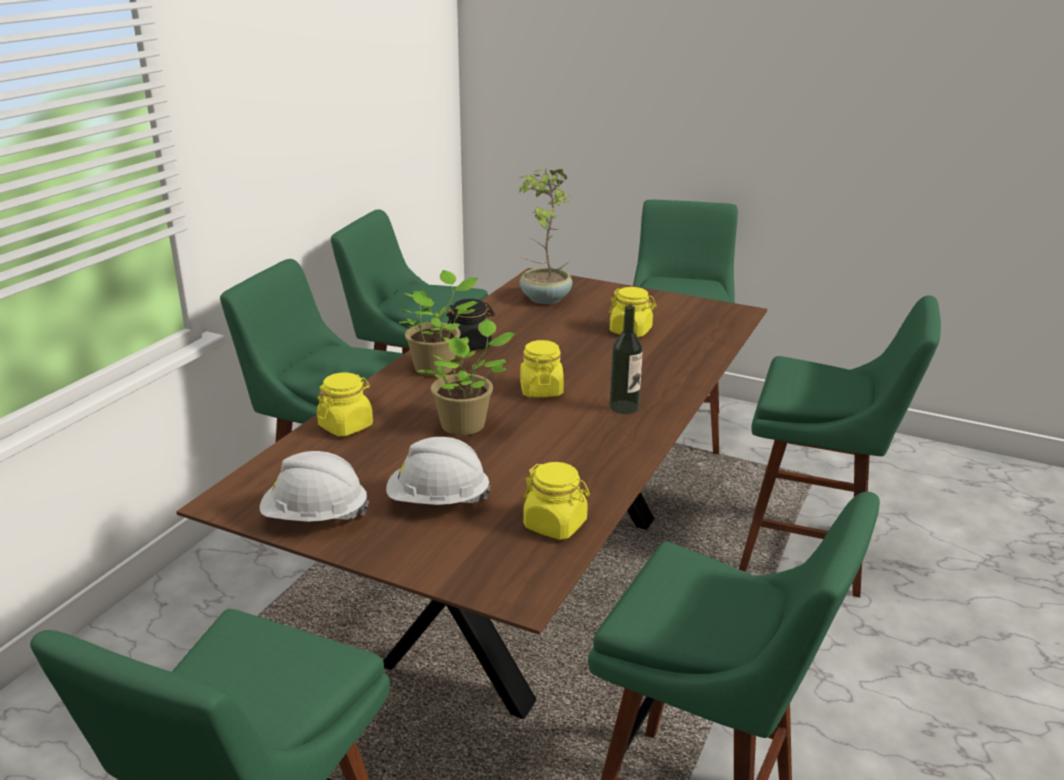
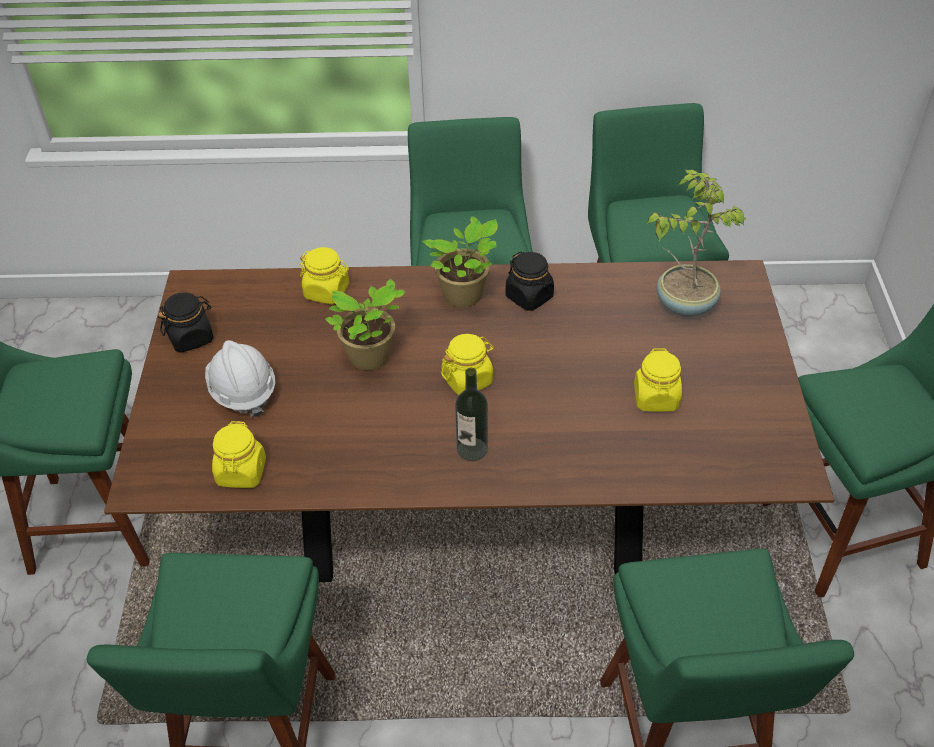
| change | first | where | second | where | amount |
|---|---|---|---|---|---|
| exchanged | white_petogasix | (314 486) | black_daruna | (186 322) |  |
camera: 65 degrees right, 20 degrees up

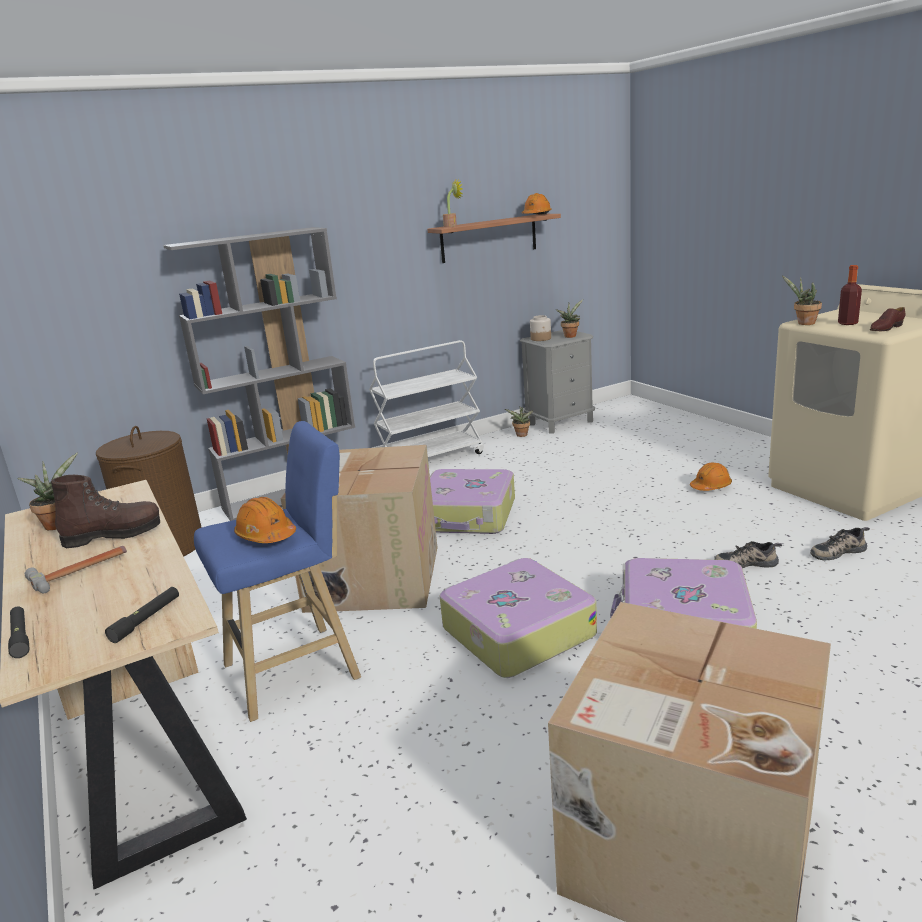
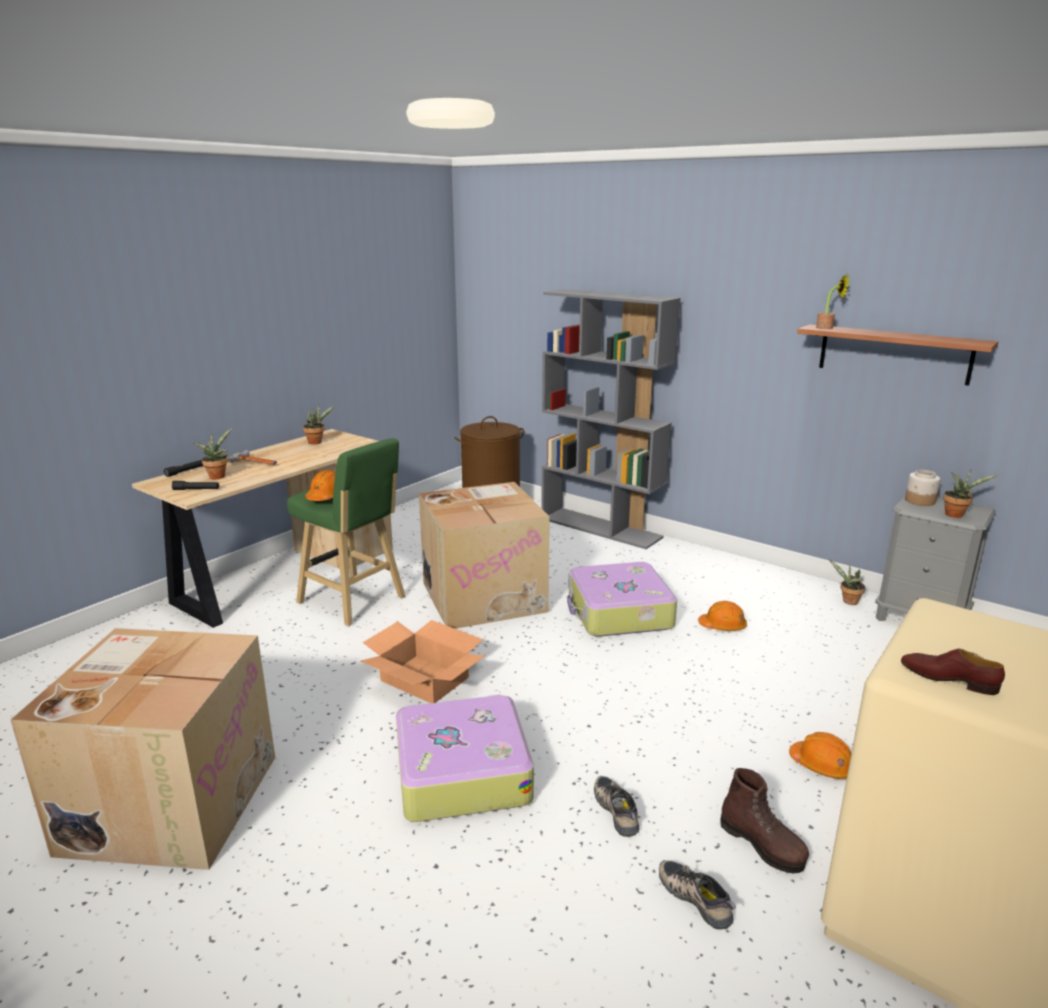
| change | first | where | second | where | amount |
|---|---|---|---|---|---|
| missing | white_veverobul | (426 398) |  |  |  |
| missing | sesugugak | (850 295) |  |  |  |
| relocated | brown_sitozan | (105 511) |  | (764 820) |  |
| relocated | orange_petogasix | (537 203) |  | (722 616) |  |
| relocated | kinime | (802 300) |  | (213 453) |  |
| exchanged | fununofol | (518 618) | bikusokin | (422 661) |  |
| colour | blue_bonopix | (277 571) | green_bonopix | (346 532) |  |
camera: 65 degrees right, 0 degrees up

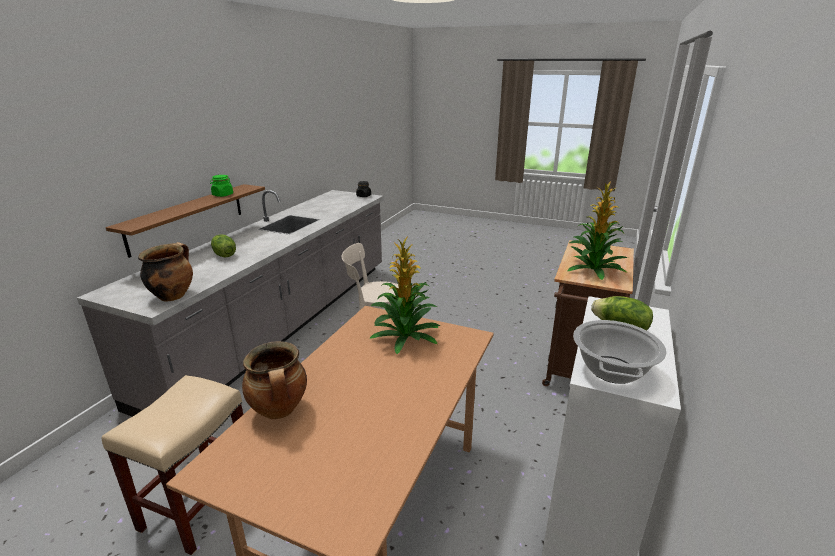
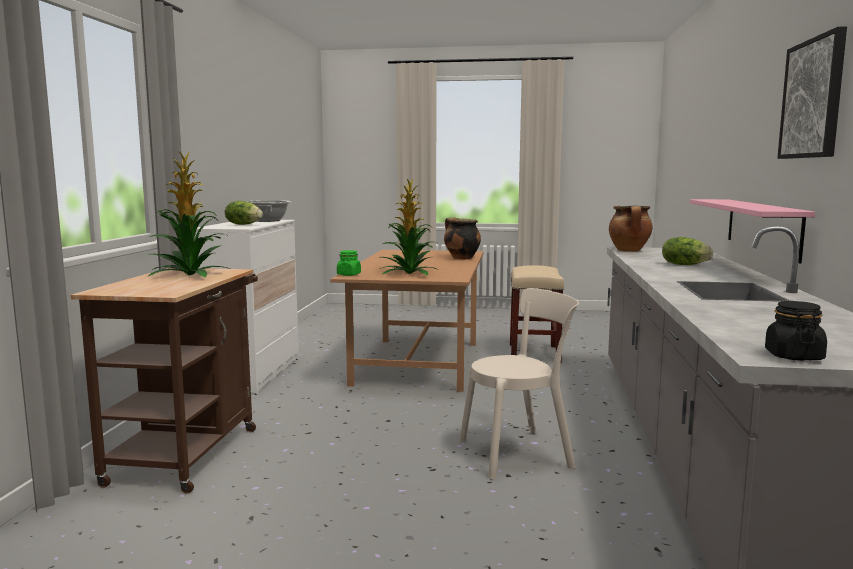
| change | first | where | second | where | amount |
|---|---|---|---|---|---|
| appeared |  |  | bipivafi | (812 92) |  |
| relocated | green_daruna | (221 186) |  | (349 263) |  |
| colour | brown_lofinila | (185 221) | pink_lofinila | (752 231) |  |
camera: 165 degrees right, 15 degrees down

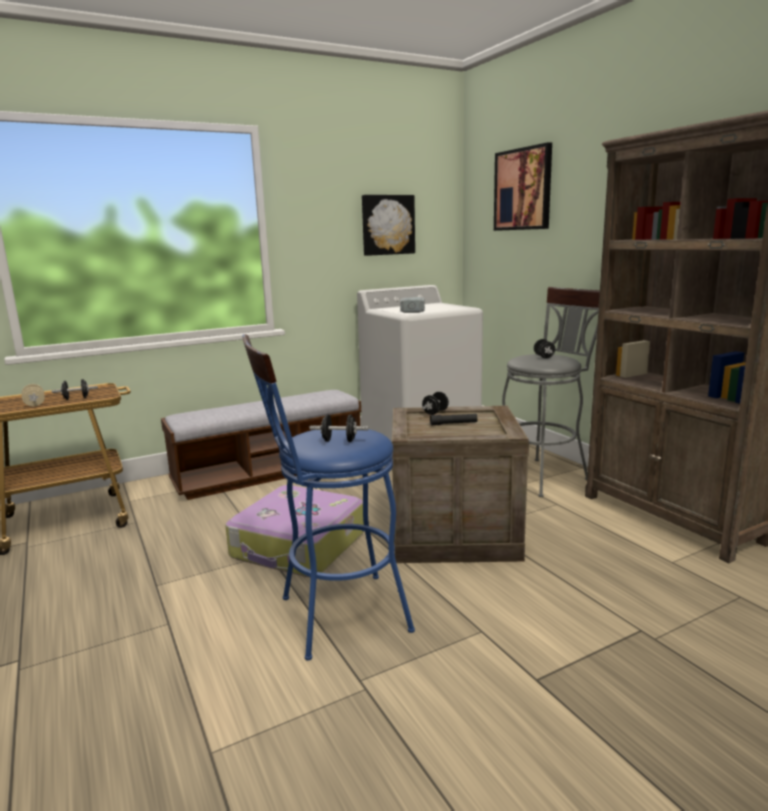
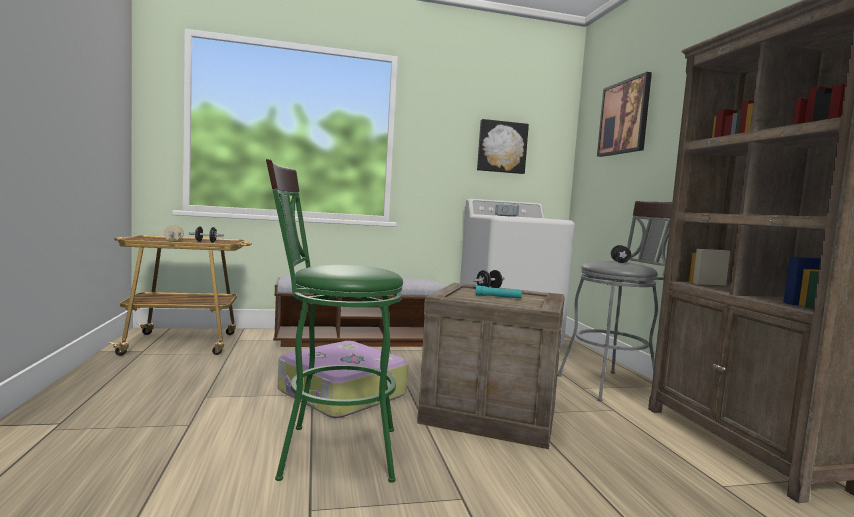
| change | first | where | second | where | amount |
|---|---|---|---|---|---|
| missing | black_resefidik | (339 428) |  |  |  |
| colour | blue_bonopix | (329 497) | green_bonopix | (334 321) |  |
| colour | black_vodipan | (454 420) | turquoise_vodipan | (498 292) |  |
camera: 15 degrees right, 10 degrees down

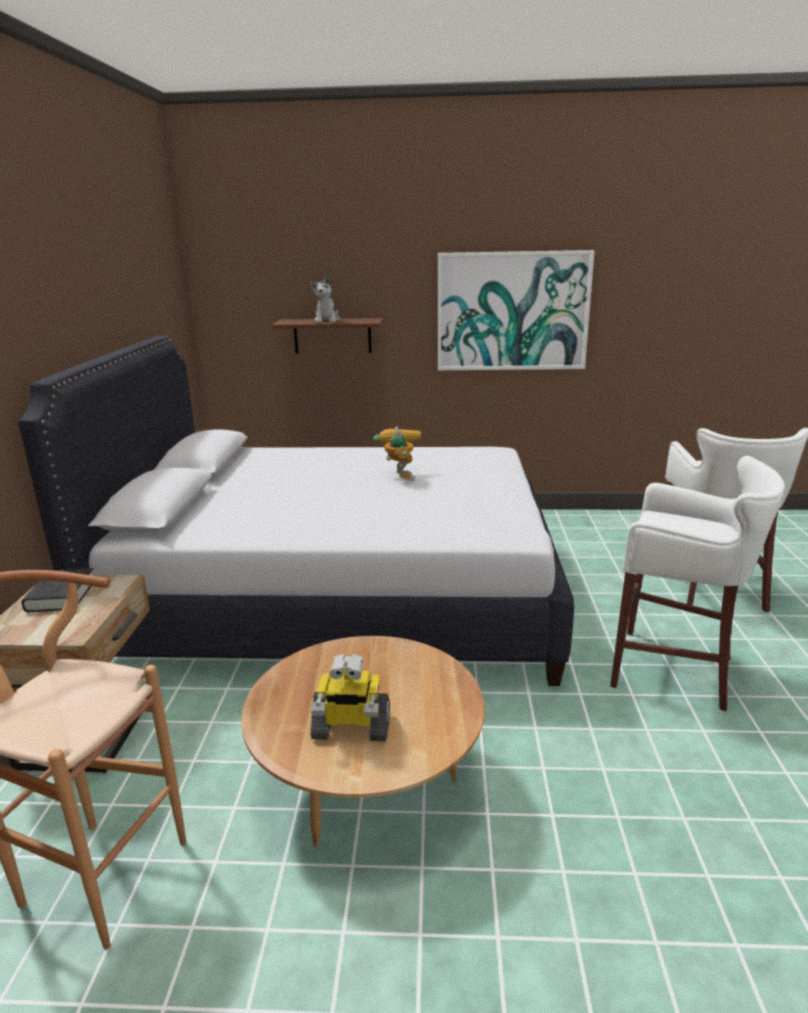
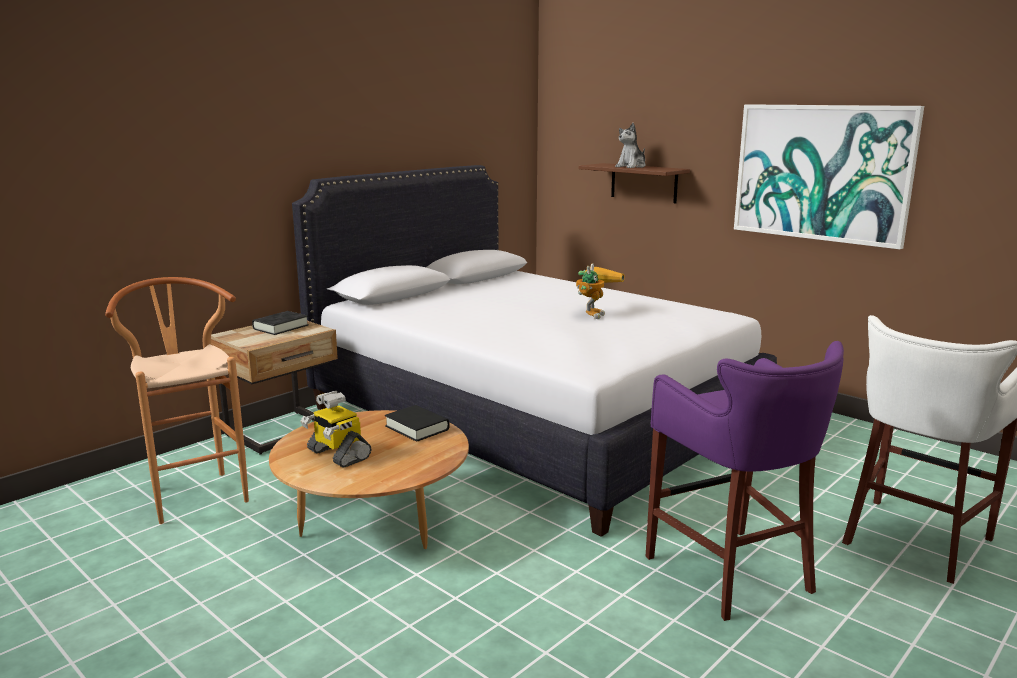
| change | first | where | second | where | amount |
|---|---|---|---|---|---|
| appeared |  |  | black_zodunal | (417 423) |  |
| colour | white_bonopix | (697 583) | purple_bonopix | (745 481) |  |
camera: 40 degrees right, 5 degrees down

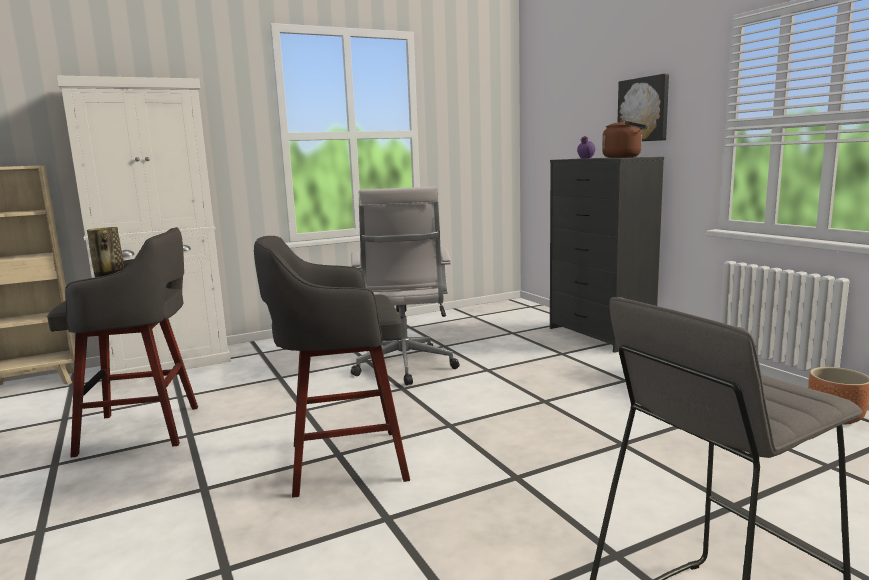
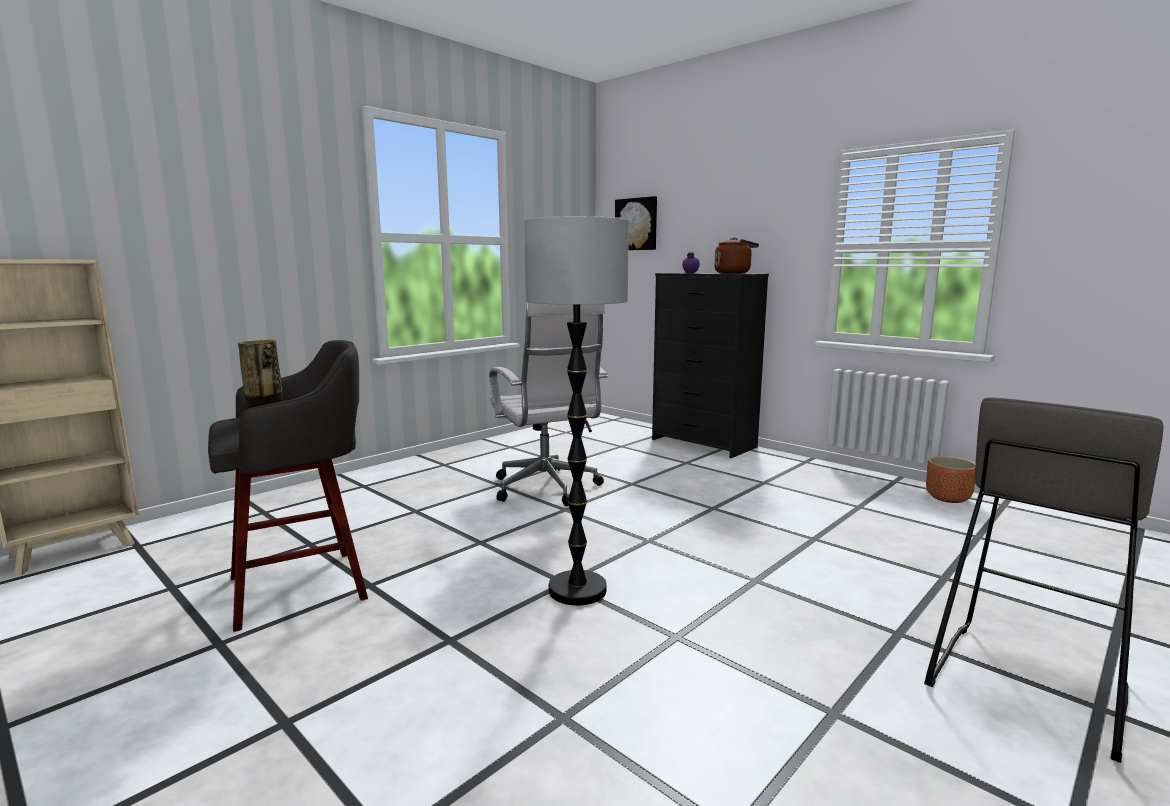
| change | first | where | second | where | amount |
|---|---|---|---|---|---|
| missing | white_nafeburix | (144 229) |  |  |  |
| relocated | bipivafi | (643 107) |  | (636 223) |  |
| exchanged | grey_bonopix | (332 367) | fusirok | (576 410) |  |
camera: 20 degrees left, 0 degrees up

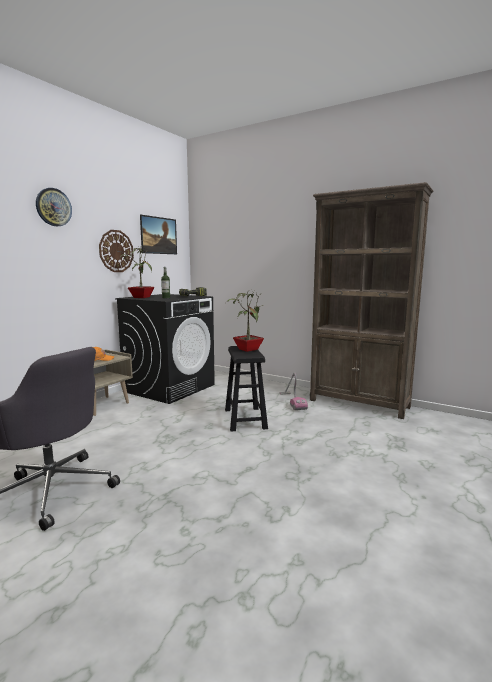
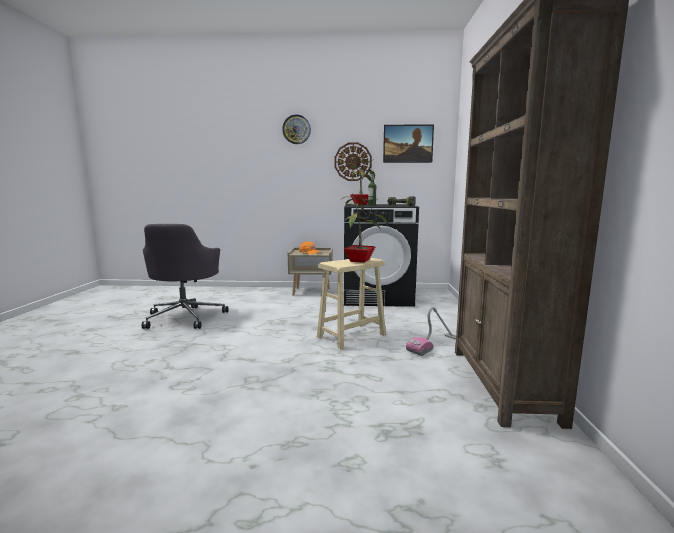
| change | first | where | second | where | amount |
|---|---|---|---|---|---|
| colour | black_bonopix | (246 389) | beige_bonopix | (351 303) |  |
camera: 60 degrees right, 0 degrees up

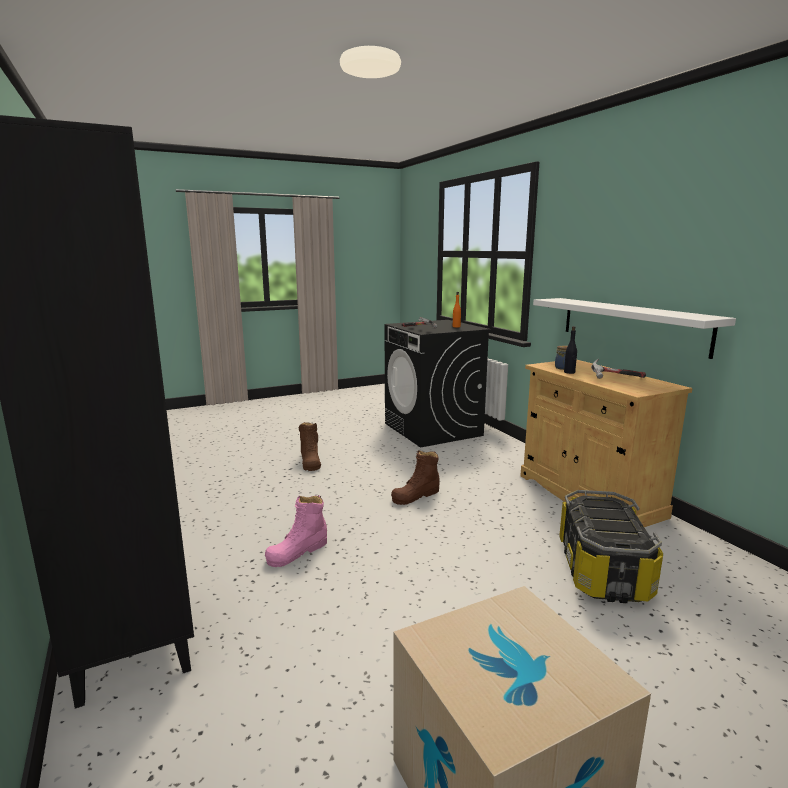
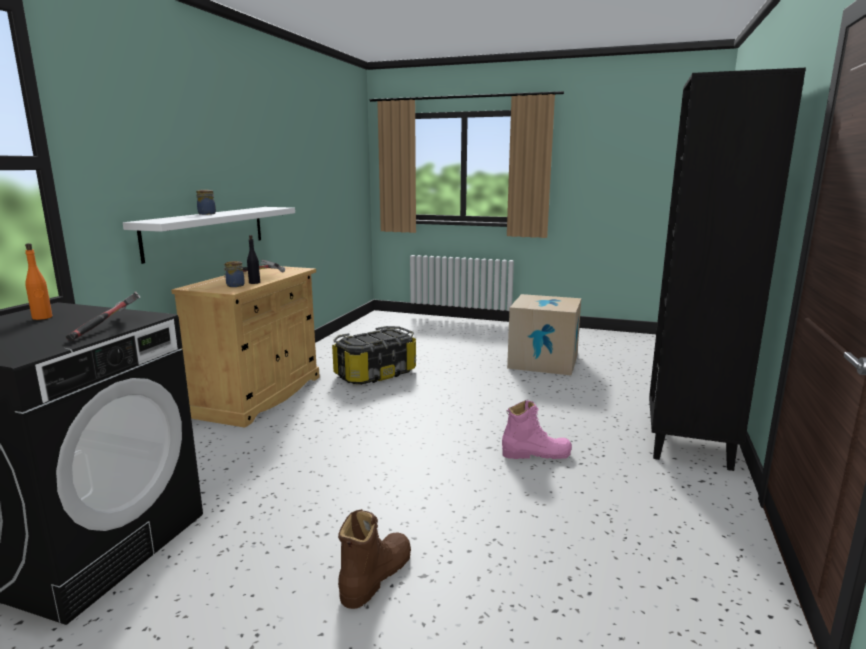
| change | first | where | second | where | amount |
|---|---|---|---|---|---|
| missing | brown_sitozan | (415 478) |  |  |  |
| appeared |  |  | daruna | (206 202) |  |
camera: 135 degrees left, 0 degrees up

